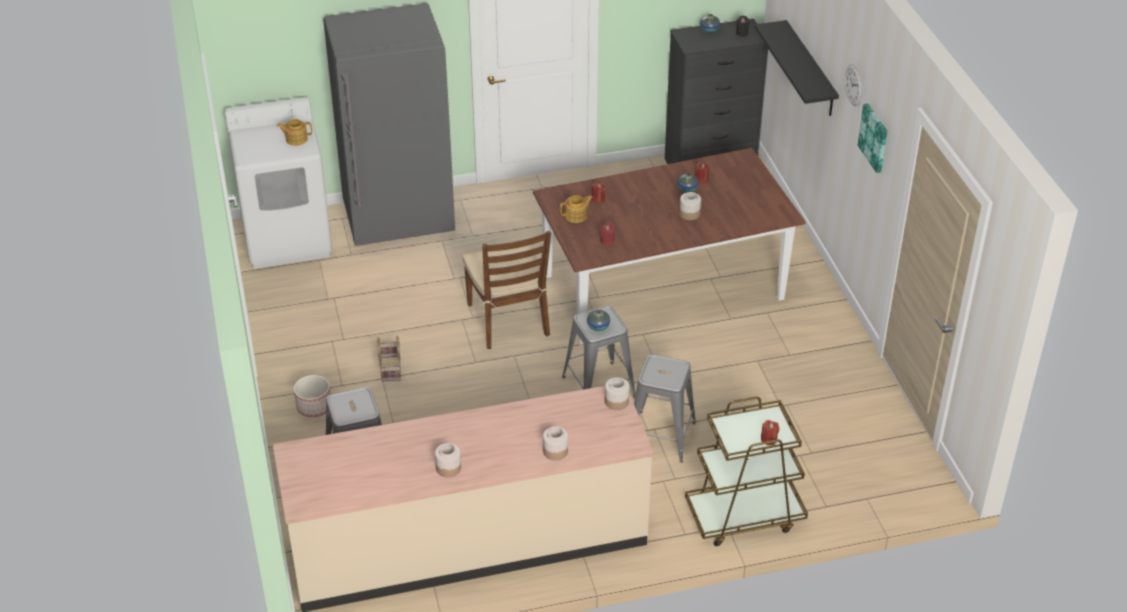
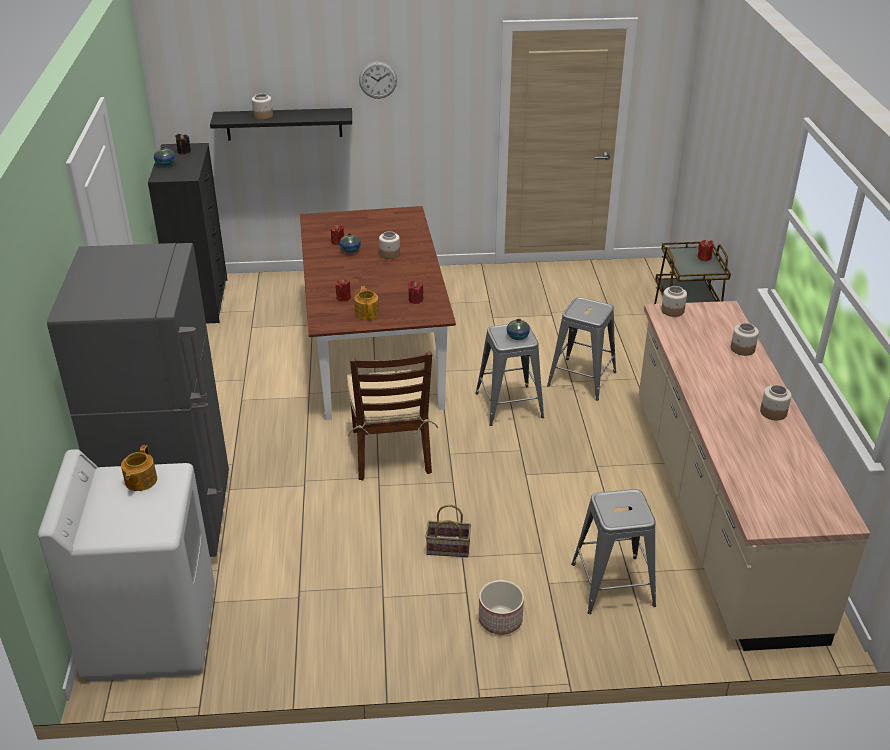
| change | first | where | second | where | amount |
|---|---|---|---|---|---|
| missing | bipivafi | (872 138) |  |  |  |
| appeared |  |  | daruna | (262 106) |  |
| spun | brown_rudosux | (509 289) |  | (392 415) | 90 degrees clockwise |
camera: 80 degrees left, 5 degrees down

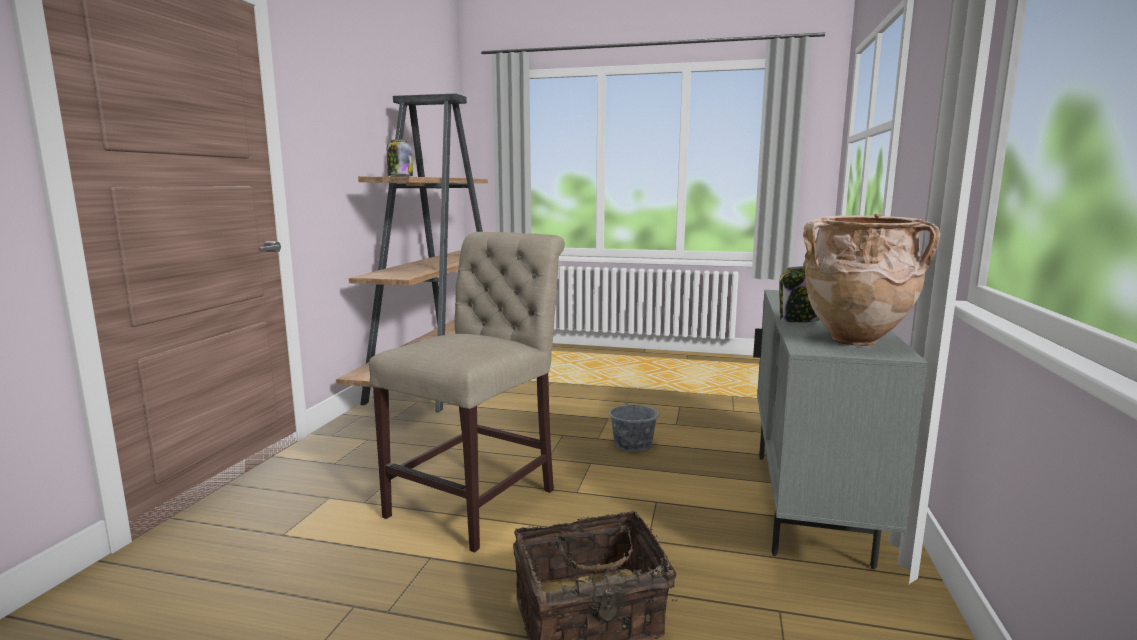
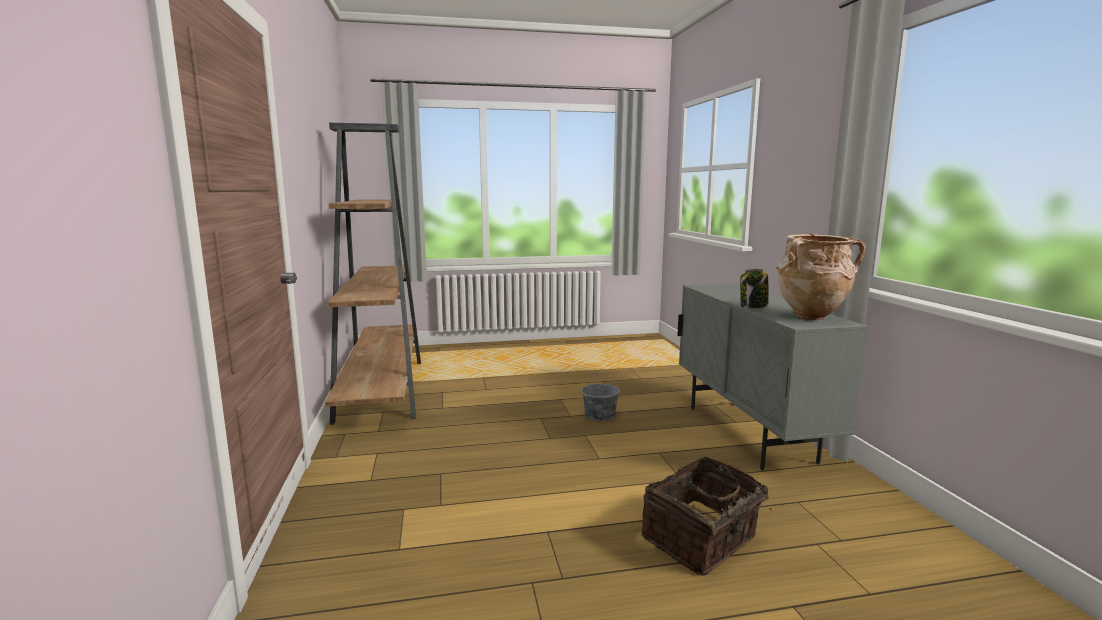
| change | first | where | second | where | amount |
|---|---|---|---|---|---|
| missing | beige_rudosux | (467 392) |  |  |  |
| missing | daruna | (400 158) |  |  |  |
camera: 25 degrees left, 0 degrees up

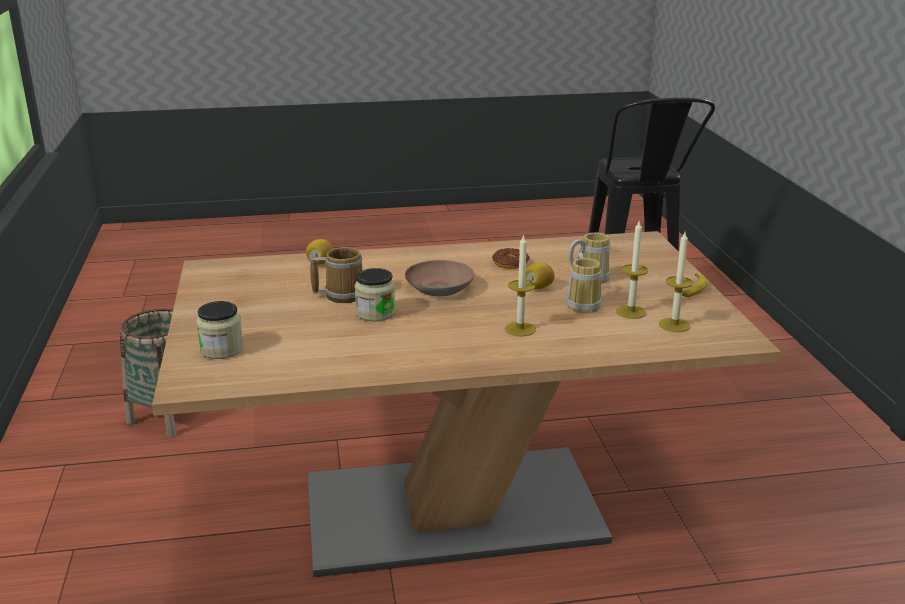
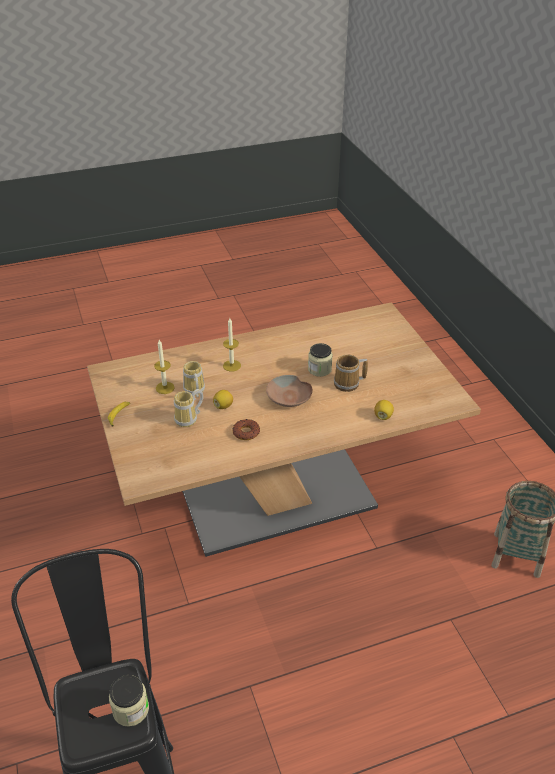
| change | first | where | second | where | amount |
|---|---|---|---|---|---|
| missing | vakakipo | (676 282) |  |  |  |
| relocated | daruna | (220 330) |  | (129 701) |  |
camera: 170 degrees right, 15 degrees up

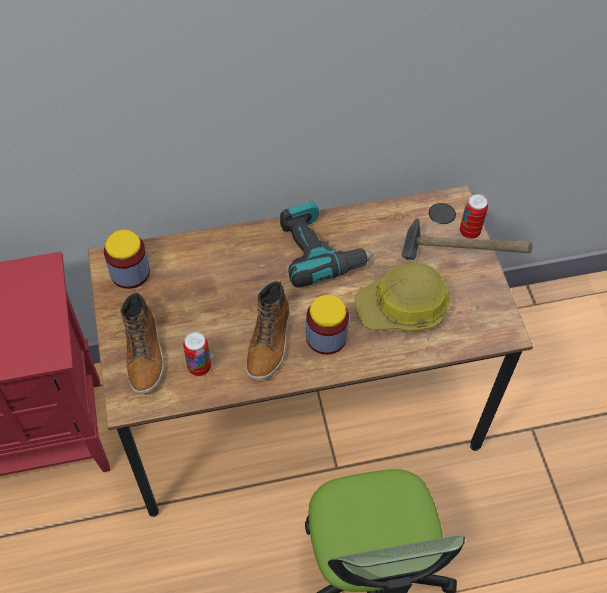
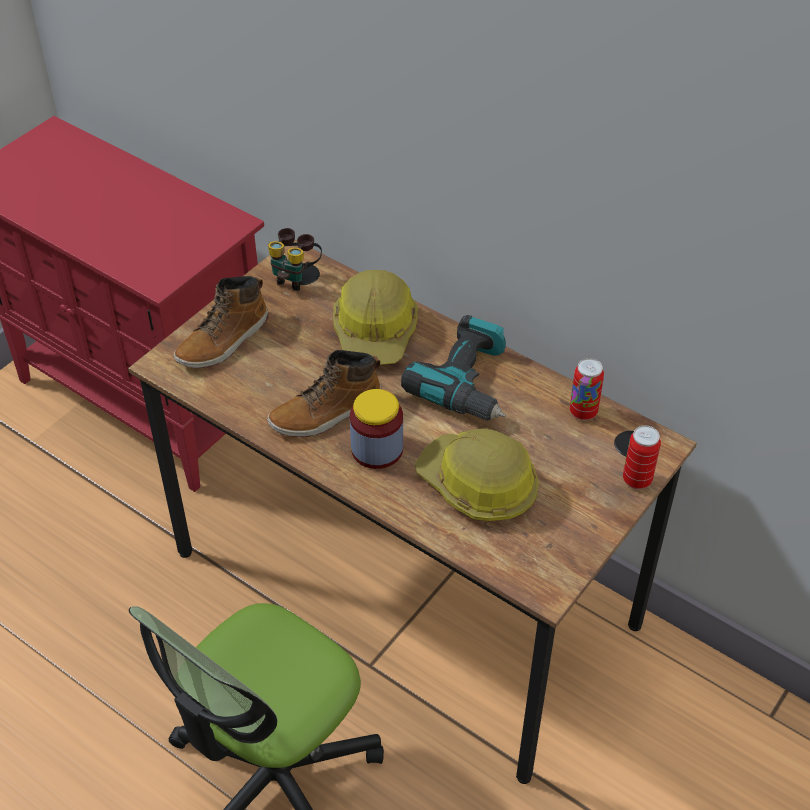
| change | first | where | second | where | amount |
|---|---|---|---|---|---|
| missing | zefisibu | (467 239) |  |  |  |
| appeared |  |  | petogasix | (375 317) |  |
| relocated | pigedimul | (197 354) |  | (587 389) |  |
| exchanged | daruna | (127 259) | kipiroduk | (295 259) |  |
camera: 50 degrees right, 10 degrees down

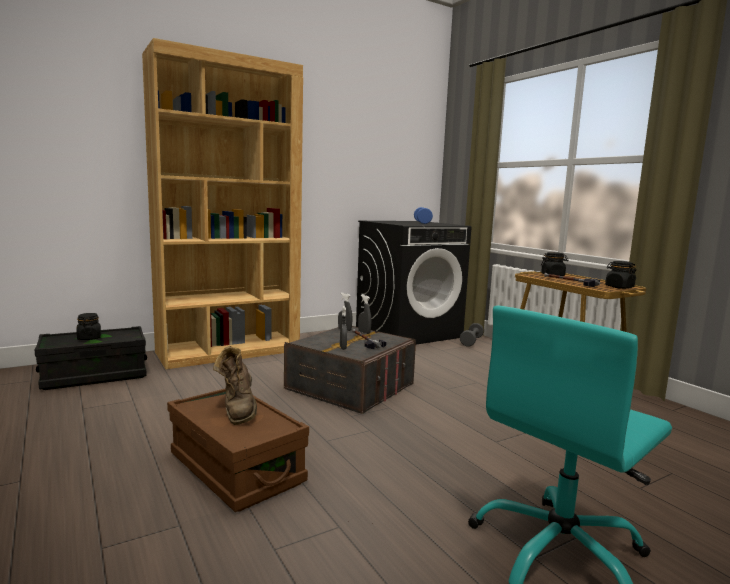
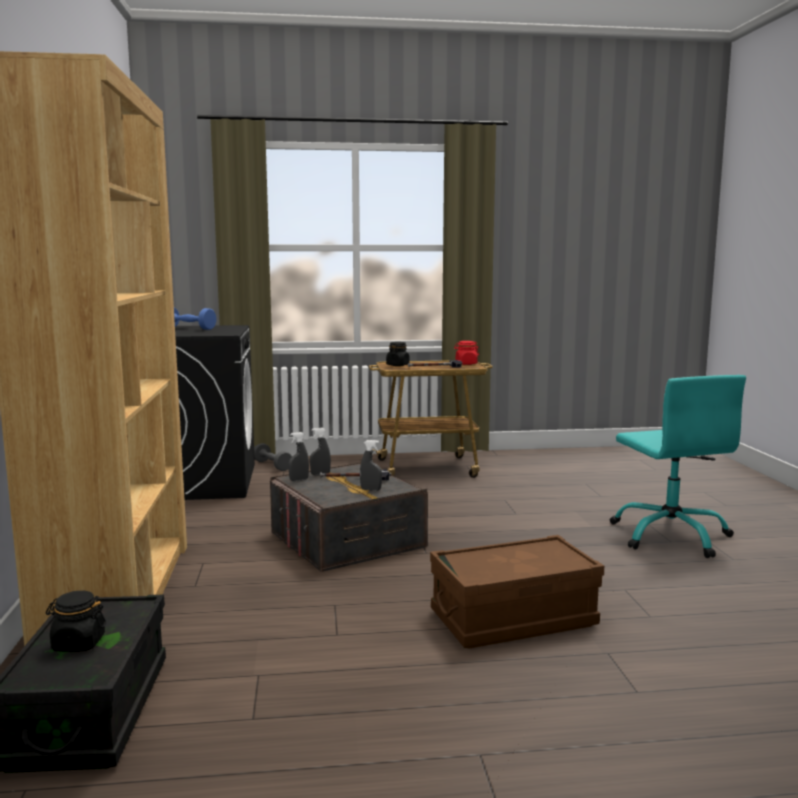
| change | first | where | second | where | amount |
|---|---|---|---|---|---|
| missing | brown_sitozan | (235 385) |  |  |  |
| colour | black_daruna | (621 275) | red_daruna | (466 353) |  |
camera: 65 degrees left, 0 degrees up

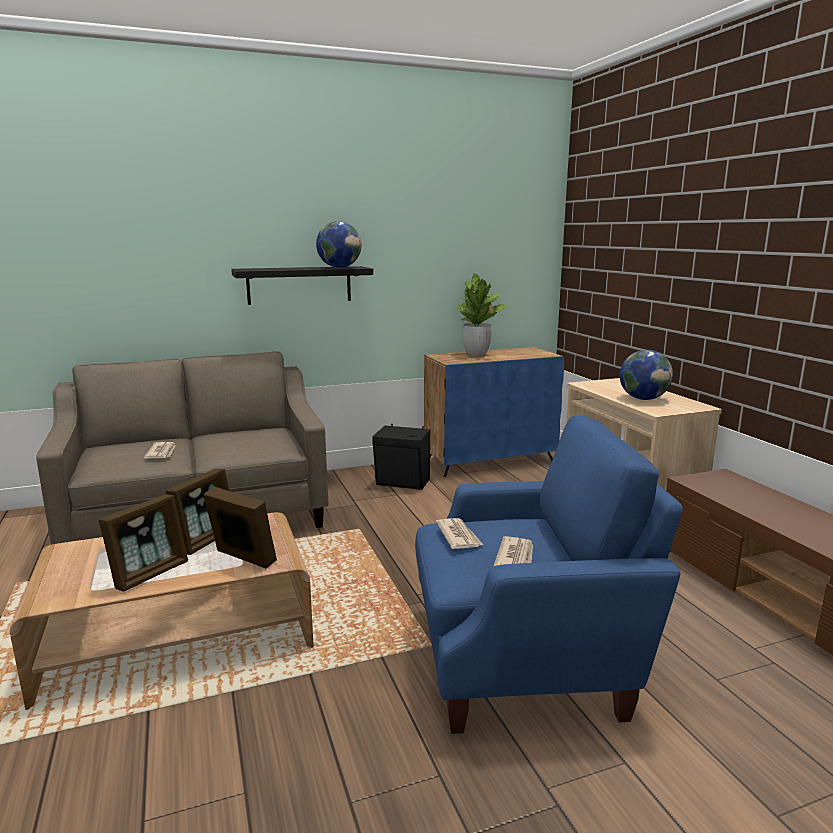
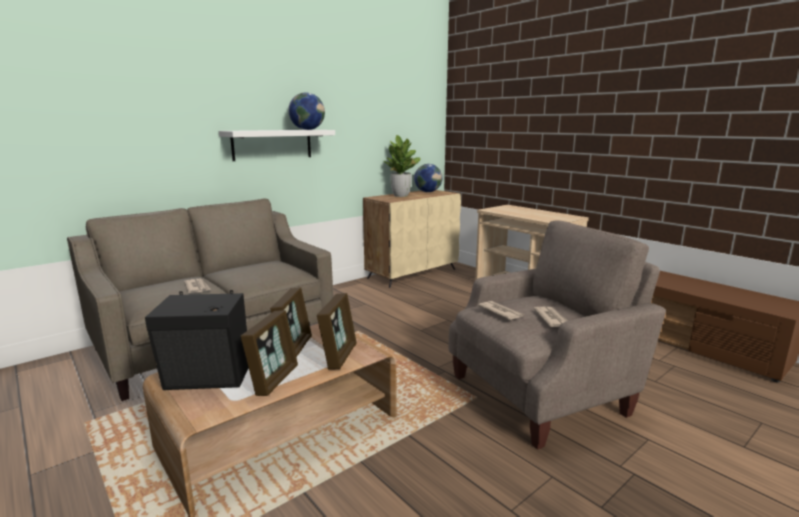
| change | first | where | second | where | amount |
|---|---|---|---|---|---|
| relocated | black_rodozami | (401 457) |  | (197 340) |  |
| relocated | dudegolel | (646 375) |  | (428 178) |  |
| colour | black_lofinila | (302 285) | white_lofinila | (277 145) |  |
| colour | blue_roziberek | (549 574) | beige_roziberek | (557 335) |  |
| colour | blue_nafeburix | (494 412) | beige_nafeburix | (412 239) |  |
| spun | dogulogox | (240 528) |  | (337 331) | 90 degrees clockwise |
camera: 20 degrees left, 0 degrees up

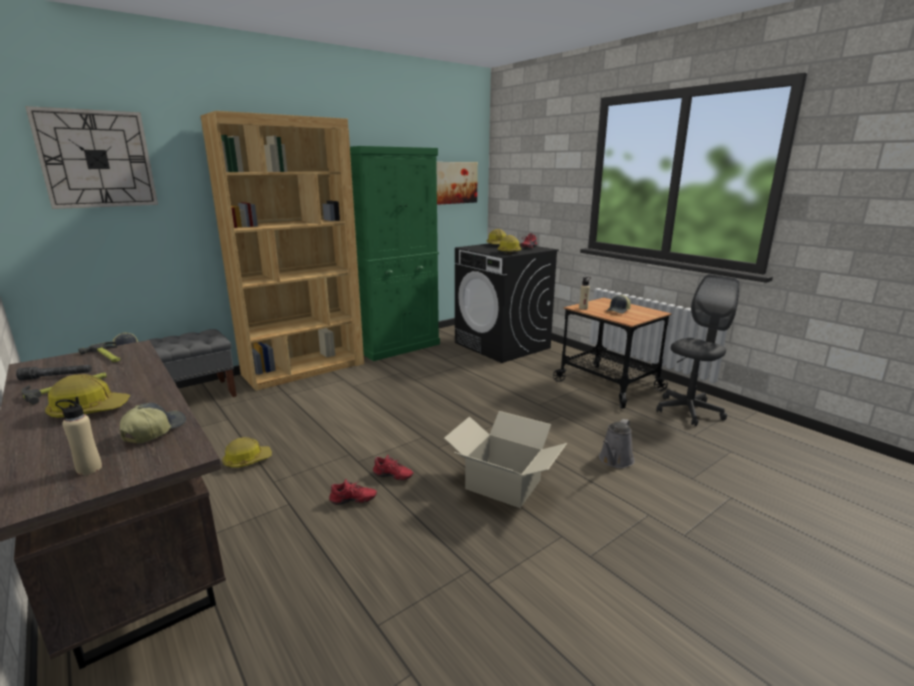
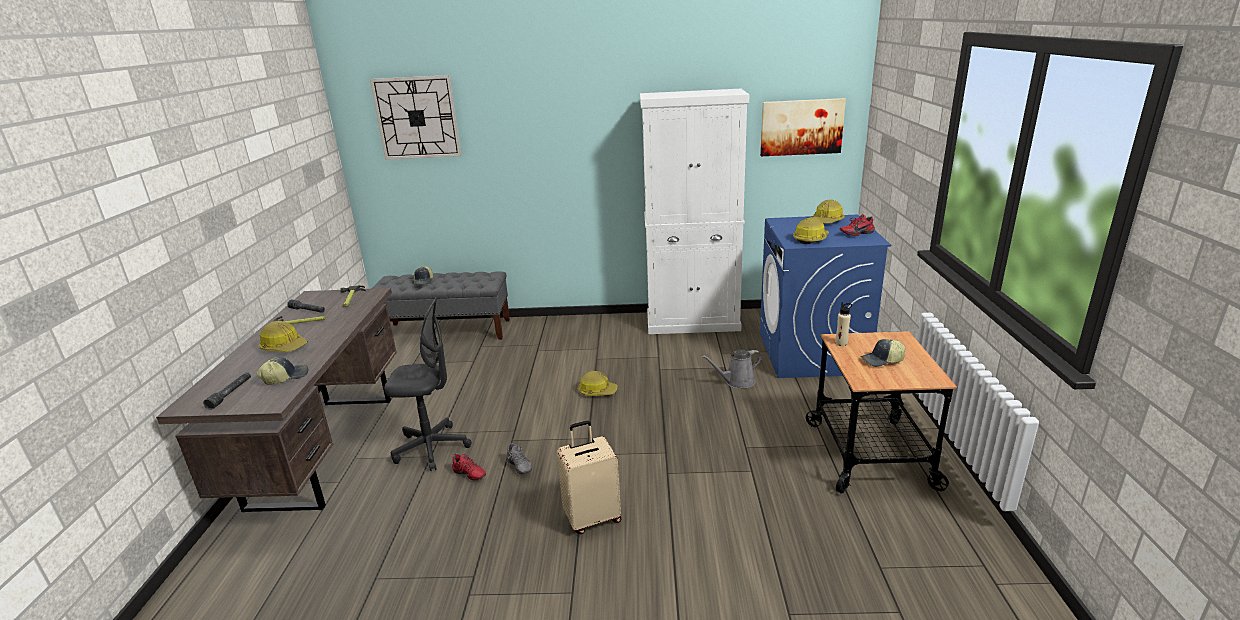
| change | first | where | second | where | amount |
|---|---|---|---|---|---|
| missing | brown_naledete | (282 251) |  |  |  |
| relocated | petogasix | (247 452) |  | (598 383) |  |
| relocated | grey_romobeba | (617 443) |  | (731 368) |  |
| relocated | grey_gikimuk | (697 350) |  | (427 384) |  |
| exchanged | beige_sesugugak | (78 436) | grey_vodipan | (227 391) |  |
| exchanged | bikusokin | (505 459) | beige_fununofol | (589 477) |  |
| colour | green_nafeburix | (395 253) | white_nafeburix | (694 211) |  |
| colour | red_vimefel | (393 467) | grey_vimefel | (519 458) |  |
| colour | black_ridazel | (507 303) | blue_ridazel | (825 296) |  |
camera: 40 degrees right, 5 degrees up

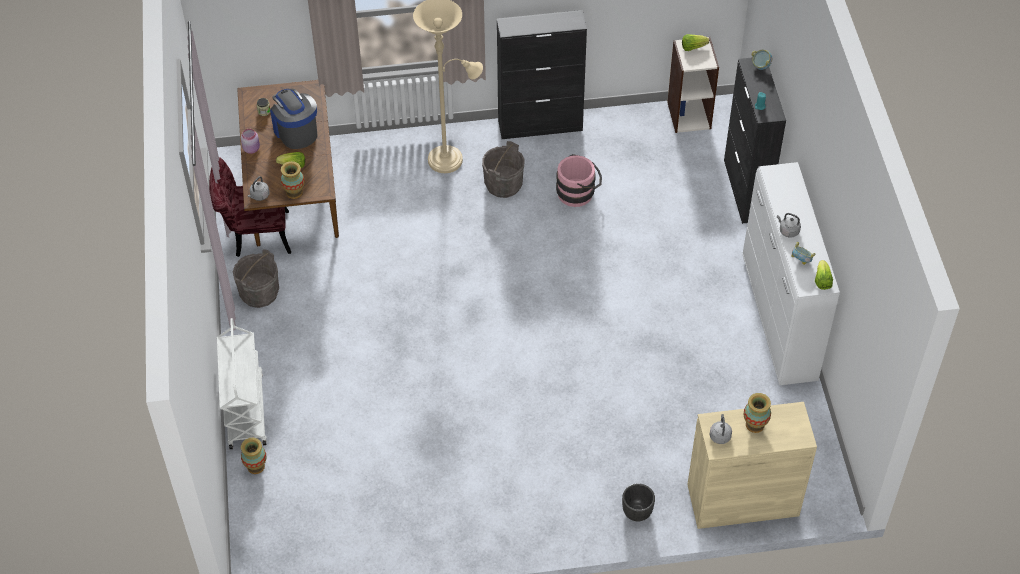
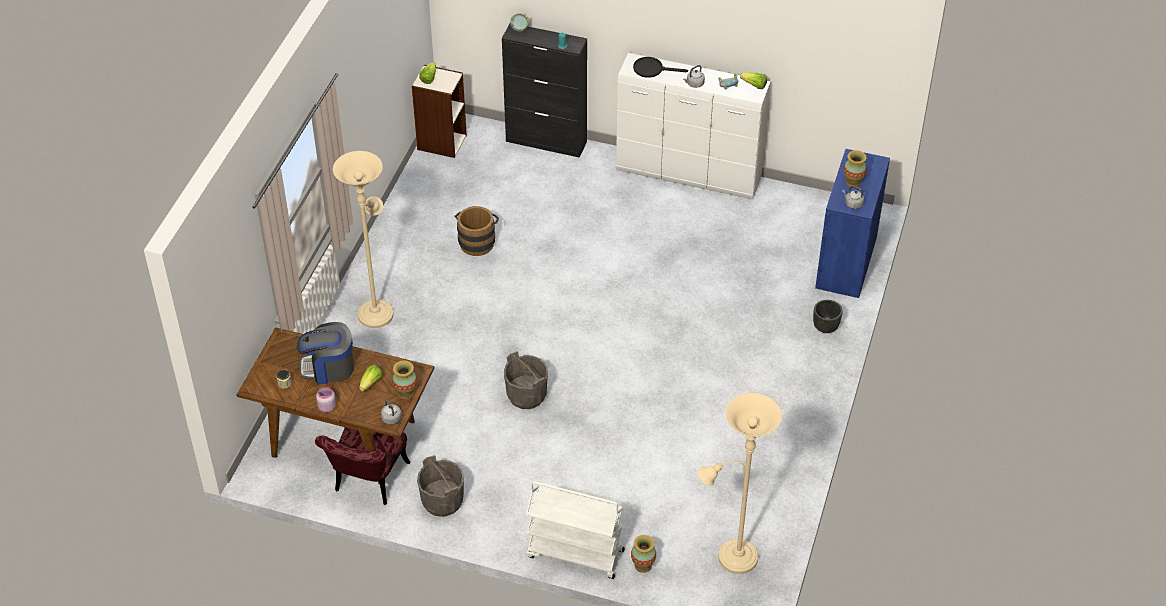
| change | first | where | second | where | amount |
|---|---|---|---|---|---|
| missing | black_nafeburix | (542 74) |  |  |  |
| appeared |  |  | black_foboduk | (660 67) |  |
| appeared |  |  | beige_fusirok | (740 483) |  |
| relocated | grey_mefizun | (503 169) |  | (526 380) |  |
| colour | pink_mefizun | (579 180) | brown_mefizun | (477 231) |  |
| colour | beige_nafeburix | (752 465) | blue_nafeburix | (852 223) |  |
camera: 65 degrees left, 5 degrees down

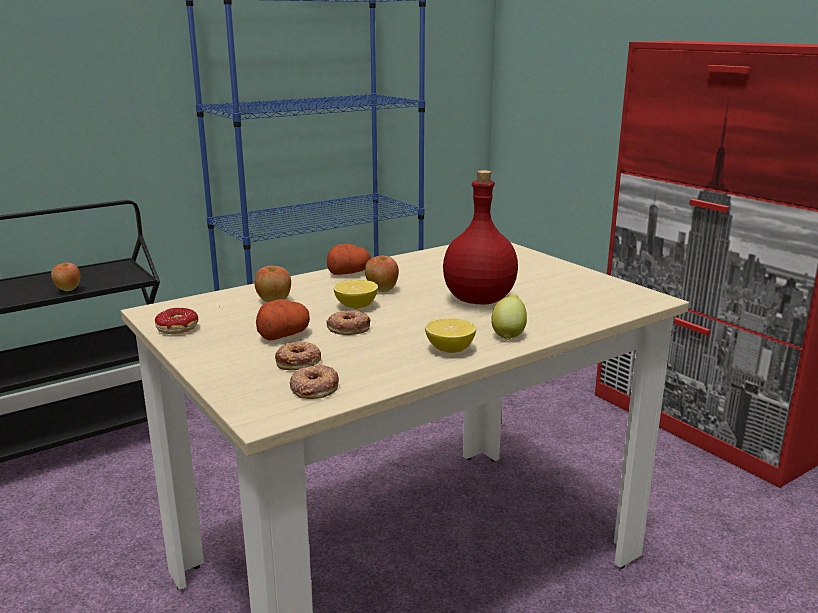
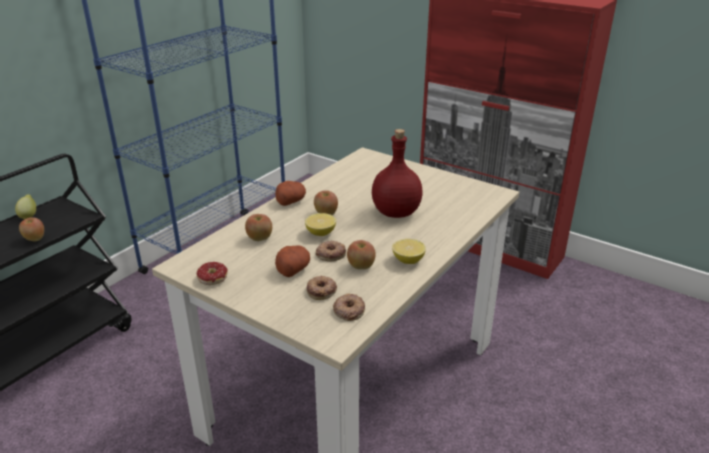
| change | first | where | second | where | amount |
|---|---|---|---|---|---|
| appeared |  |  | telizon | (361 254) |  |
| relocated | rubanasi | (509 317) |  | (25 207) |  |
camera: 20 degrees left, 10 degrees up

